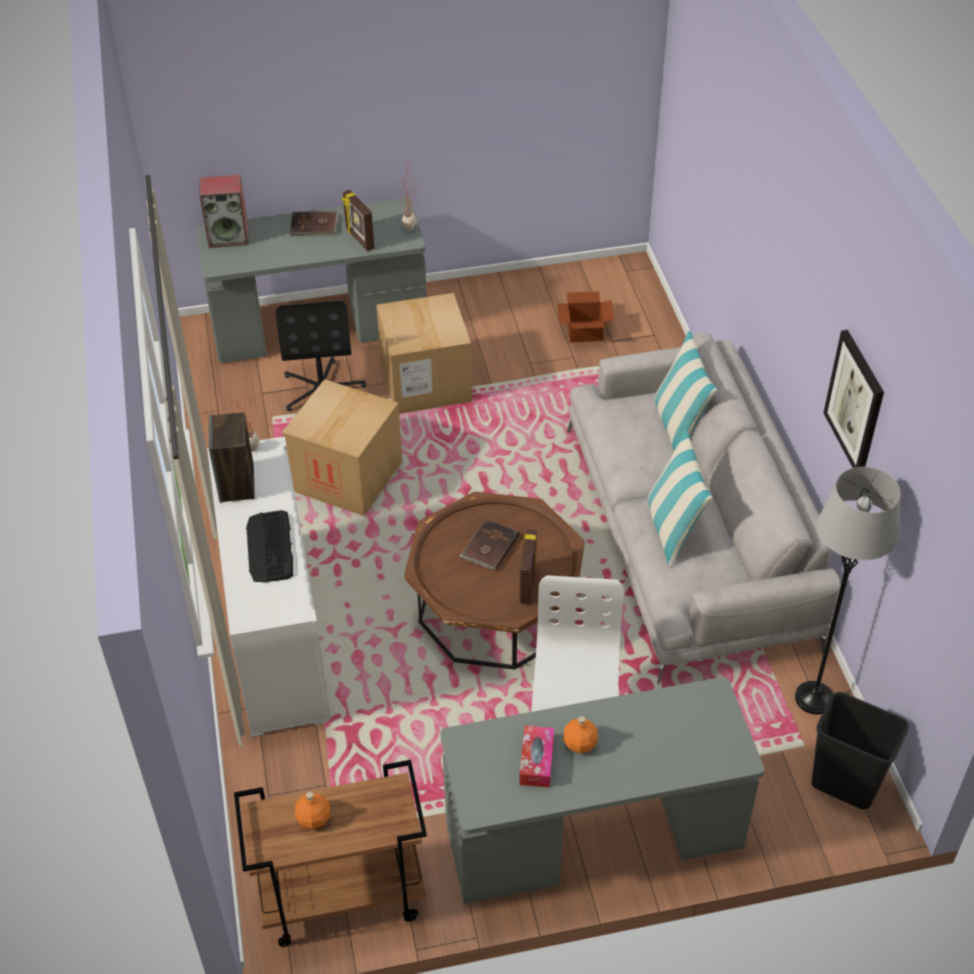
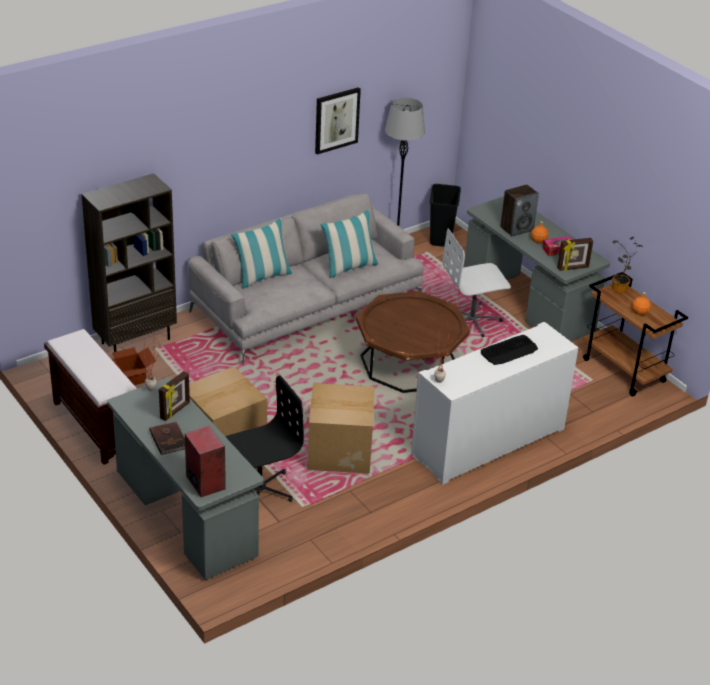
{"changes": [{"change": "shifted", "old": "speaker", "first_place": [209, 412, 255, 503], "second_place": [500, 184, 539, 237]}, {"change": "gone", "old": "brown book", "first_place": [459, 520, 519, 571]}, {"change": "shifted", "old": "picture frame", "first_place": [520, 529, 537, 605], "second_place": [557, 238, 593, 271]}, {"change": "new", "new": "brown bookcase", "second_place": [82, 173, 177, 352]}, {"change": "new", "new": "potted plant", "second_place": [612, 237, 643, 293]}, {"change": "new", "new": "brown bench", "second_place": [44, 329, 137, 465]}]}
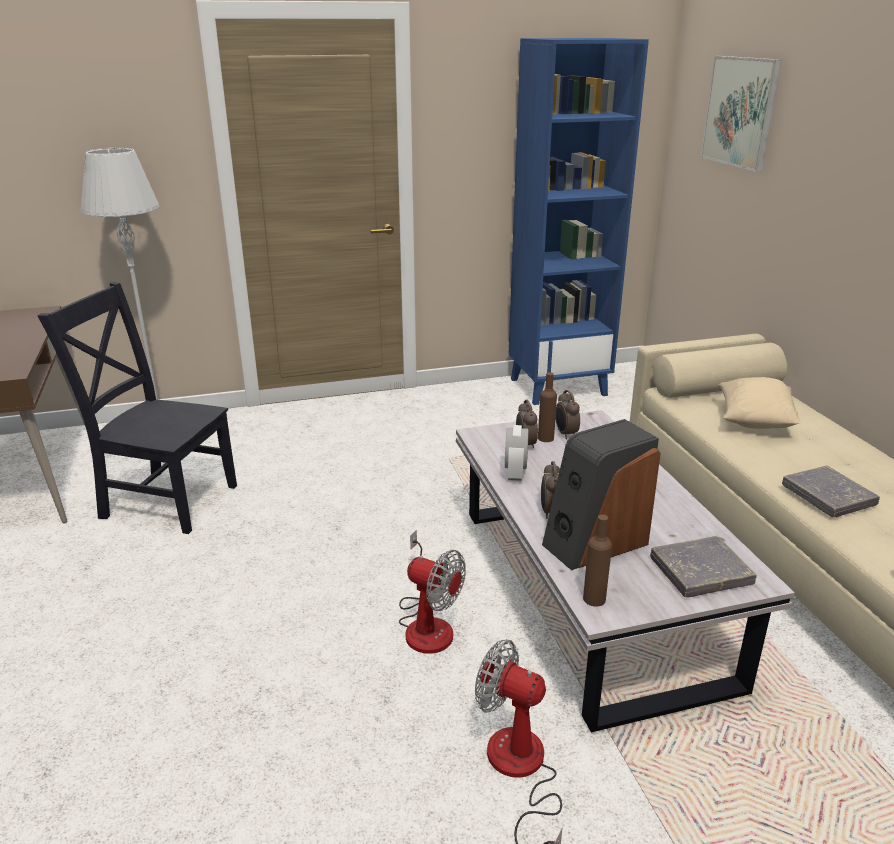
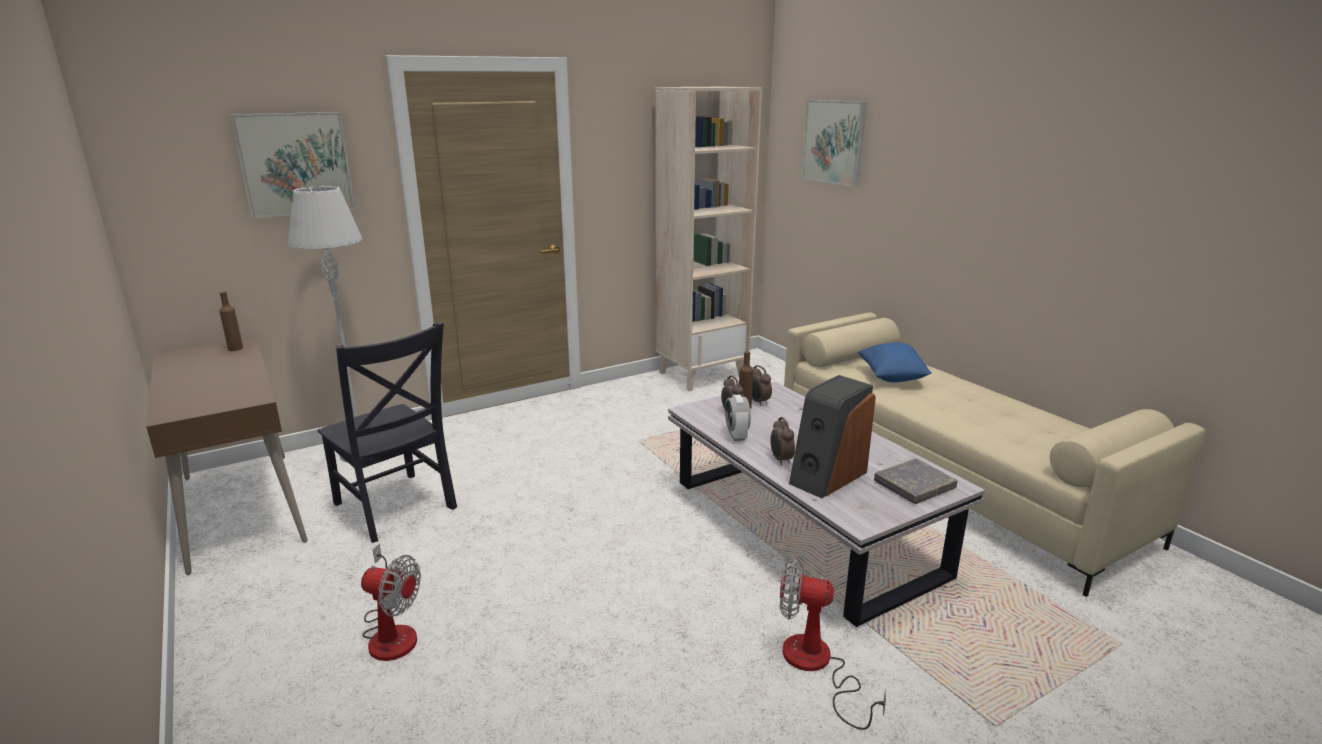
{"changes": [{"change": "repainted", "old": "blue bookcase", "new": "beige bookcase", "first_place": [508, 38, 649, 405], "second_place": [655, 87, 762, 391]}, {"change": "rotated", "old": "black chair", "first_place": [38, 282, 237, 534], "second_place": [318, 322, 457, 543], "degrees": -135}, {"change": "repainted", "old": "beige pillow", "new": "blue pillow", "first_place": [718, 377, 801, 429], "second_place": [857, 342, 932, 382]}, {"change": "gone", "old": "grey book", "first_place": [782, 466, 880, 518]}, {"change": "shifted", "old": "brown bottle", "first_place": [583, 515, 612, 607], "second_place": [219, 291, 243, 351]}, {"change": "shifted", "old": "fan", "first_place": [399, 530, 466, 654], "second_place": [361, 544, 421, 661]}, {"change": "new", "new": "picture", "second_place": [230, 112, 355, 219]}]}
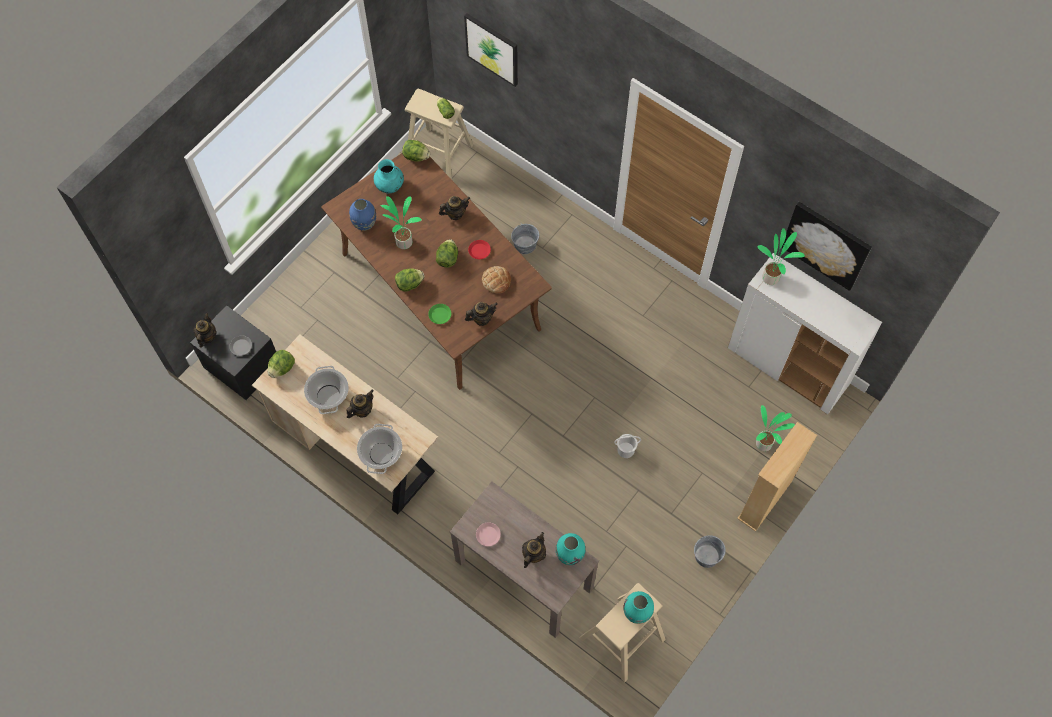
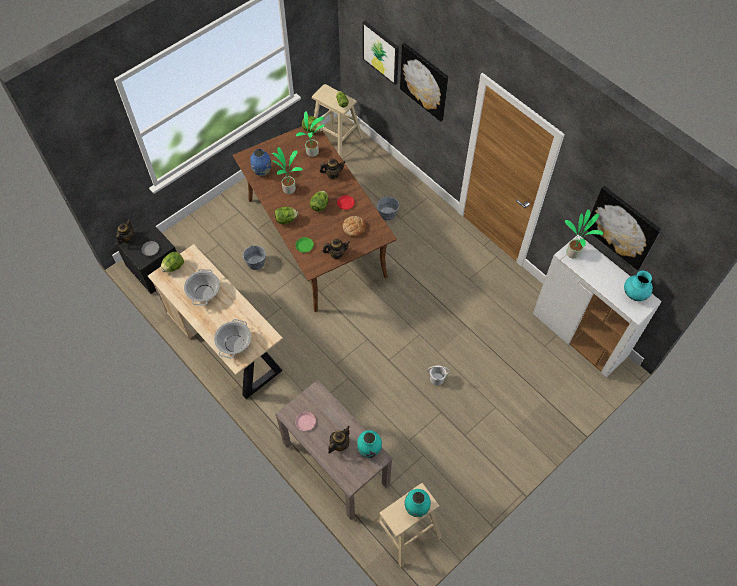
{"changes": [{"change": "shifted", "old": "turquoise vase", "first_place": [374, 159, 404, 193], "second_place": [624, 271, 653, 301]}, {"change": "gone", "old": "teapot", "first_place": [346, 390, 374, 418]}, {"change": "shifted", "old": "potted plant", "first_place": [756, 405, 795, 451], "second_place": [296, 111, 325, 157]}, {"change": "gone", "old": "beige bookcase", "first_place": [737, 422, 817, 532]}, {"change": "shifted", "old": "grey bucket", "first_place": [694, 535, 726, 568], "second_place": [243, 245, 266, 270]}, {"change": "new", "new": "picture", "second_place": [400, 43, 448, 122]}]}
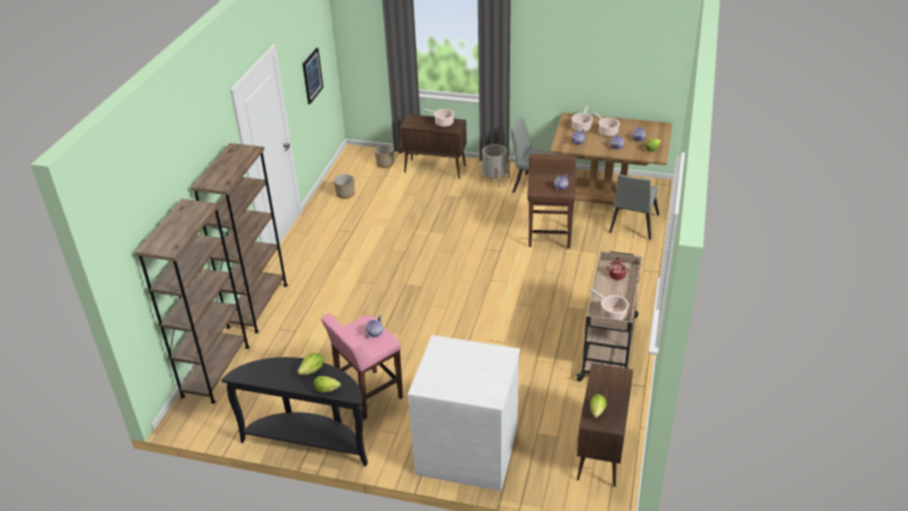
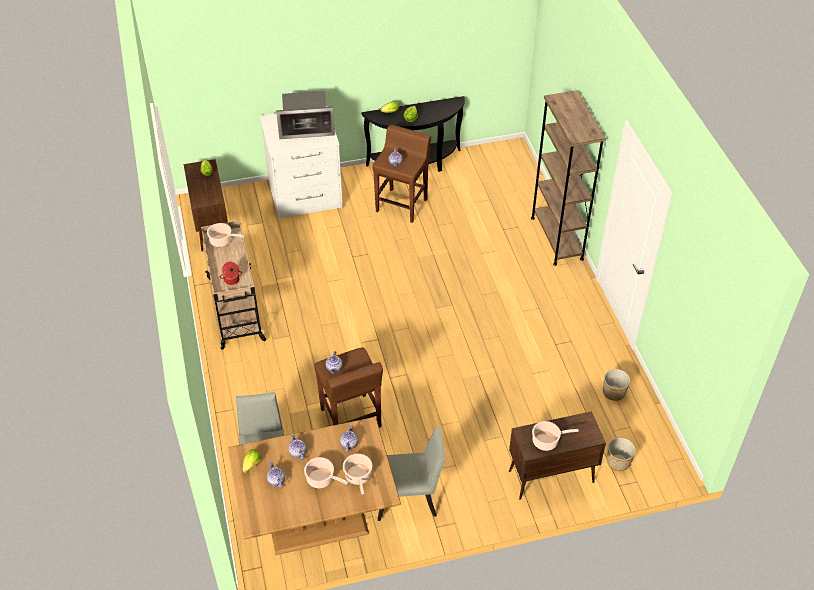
{"changes": [{"change": "gone", "old": "picture", "first_place": [303, 48, 323, 104]}, {"change": "gone", "old": "grey planter", "first_place": [479, 144, 510, 188]}, {"change": "gone", "old": "brown bookcase", "first_place": [135, 199, 250, 404]}, {"change": "repainted", "old": "pink stool", "new": "brown stool", "first_place": [321, 313, 403, 420], "second_place": [373, 125, 431, 223]}, {"change": "new", "new": "microwave", "second_place": [276, 91, 335, 139]}]}
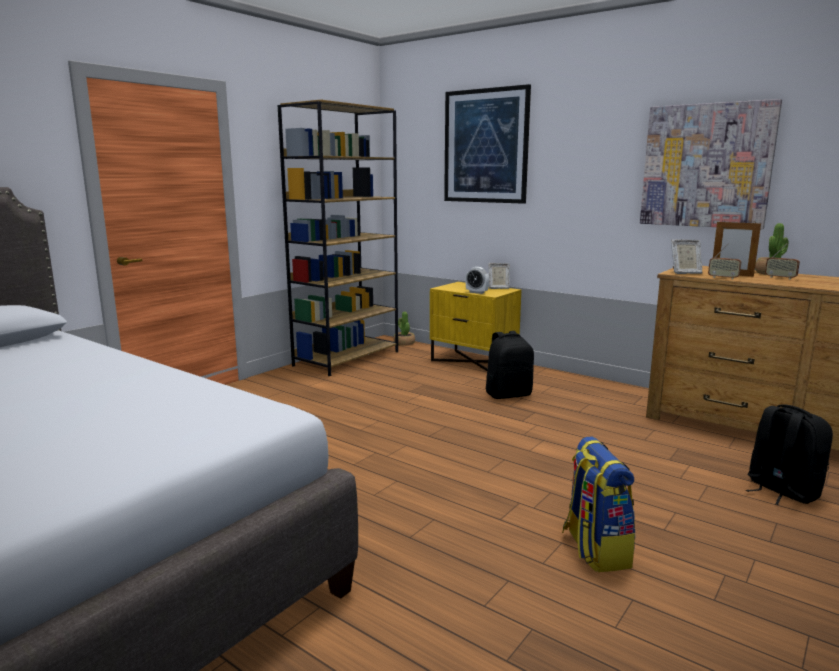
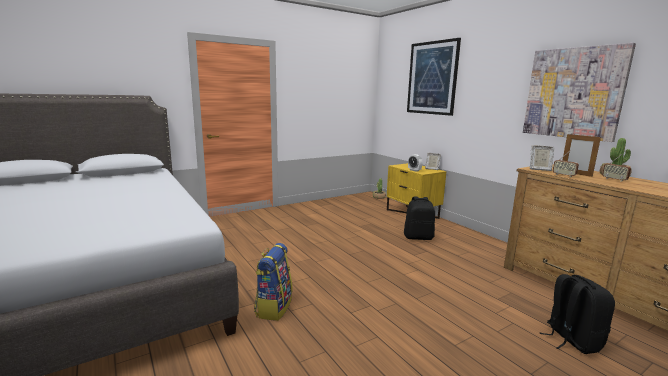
{"changes": [{"change": "gone", "old": "brown bookcase", "first_place": [277, 100, 398, 376]}, {"change": "shifted", "old": "backpack", "first_place": [562, 437, 635, 572], "second_place": [254, 243, 293, 321]}]}
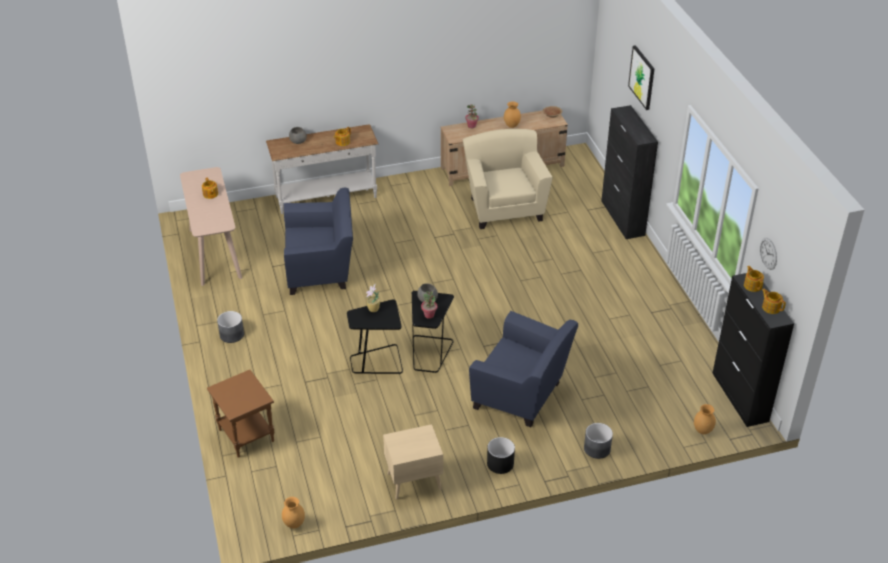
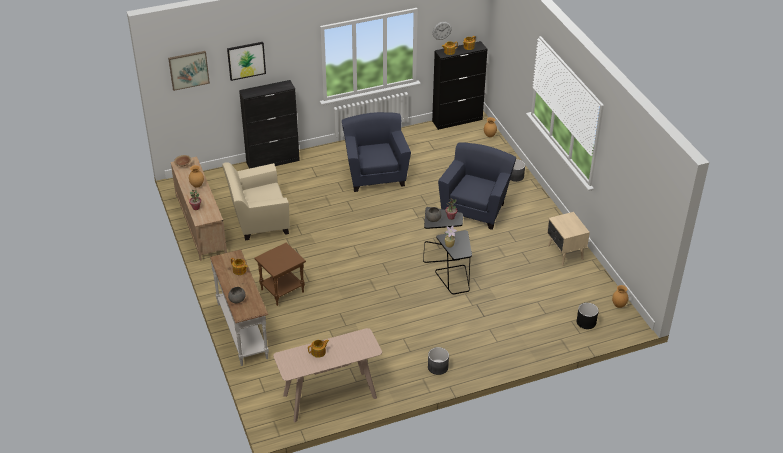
{"changes": [{"change": "shifted", "old": "blue armchair", "first_place": [283, 187, 353, 295], "second_place": [342, 112, 411, 192]}, {"change": "shifted", "old": "brown side table", "first_place": [207, 370, 275, 458], "second_place": [254, 242, 306, 306]}, {"change": "shifted", "old": "black planter", "first_place": [487, 437, 515, 474], "second_place": [577, 303, 599, 329]}, {"change": "new", "new": "picture", "second_place": [168, 51, 210, 91]}]}
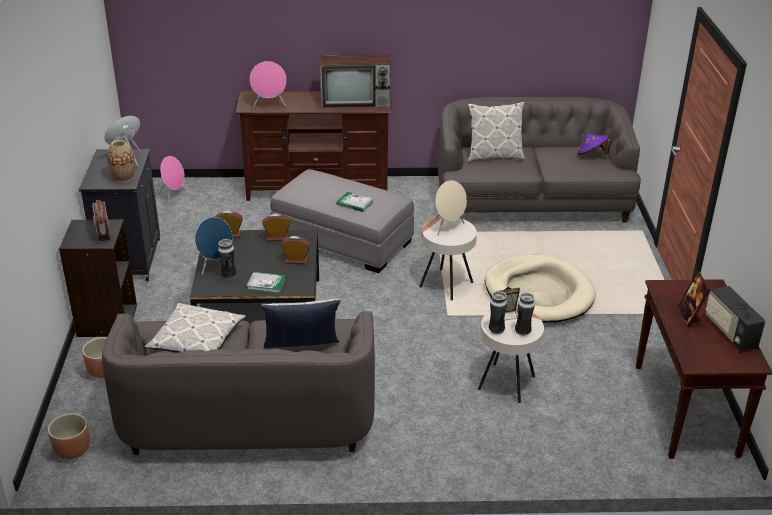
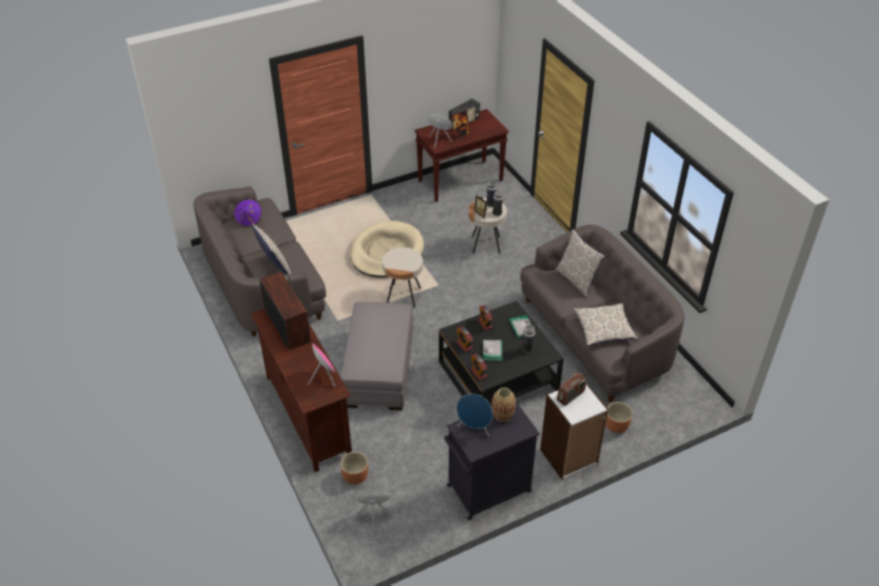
{"changes": [{"change": "gone", "old": "beige speaker", "first_place": [435, 180, 467, 235]}, {"change": "shifted", "old": "book", "first_place": [336, 192, 373, 212], "second_place": [483, 340, 503, 361]}, {"change": "shifted", "old": "blue speaker", "first_place": [195, 217, 233, 275], "second_place": [427, 114, 453, 148]}, {"change": "repainted", "old": "black bookcase", "new": "white bookcase", "first_place": [59, 219, 137, 337], "second_place": [540, 382, 608, 480]}, {"change": "shifted", "old": "brown planter", "first_place": [48, 413, 90, 459], "second_place": [340, 452, 368, 485]}]}
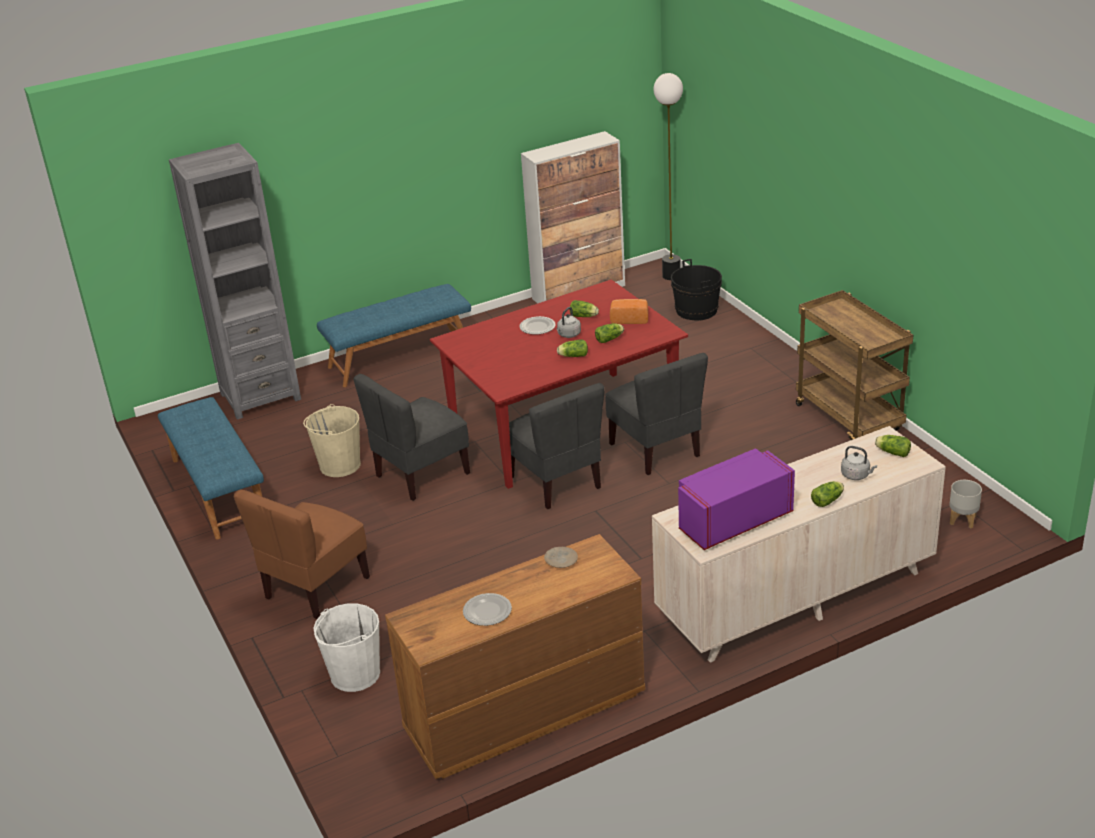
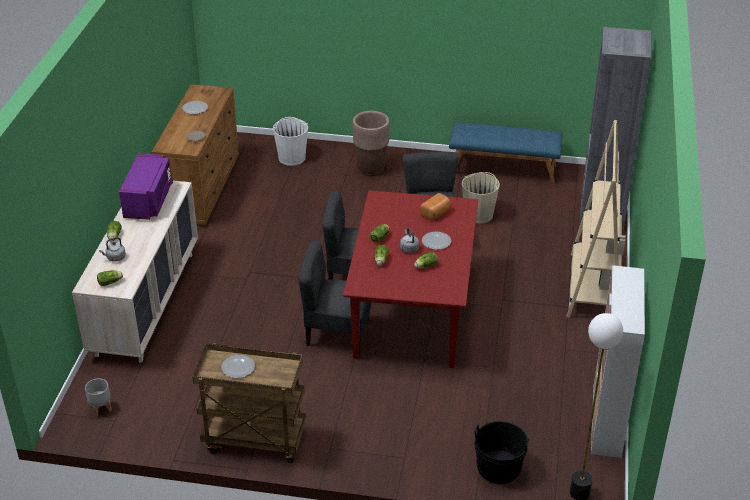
{"changes": [{"change": "swapped", "old": "blue bench", "new": "beige bookcase", "first_place": [317, 284, 471, 387], "second_place": [566, 120, 626, 318]}, {"change": "shifted", "old": "bread", "first_place": [610, 299, 648, 324], "second_place": [420, 193, 450, 220]}, {"change": "swapped", "old": "brown chair", "new": "brown planter", "first_place": [234, 489, 370, 619], "second_place": [352, 111, 390, 176]}, {"change": "new", "new": "plate", "second_place": [222, 355, 255, 378]}]}
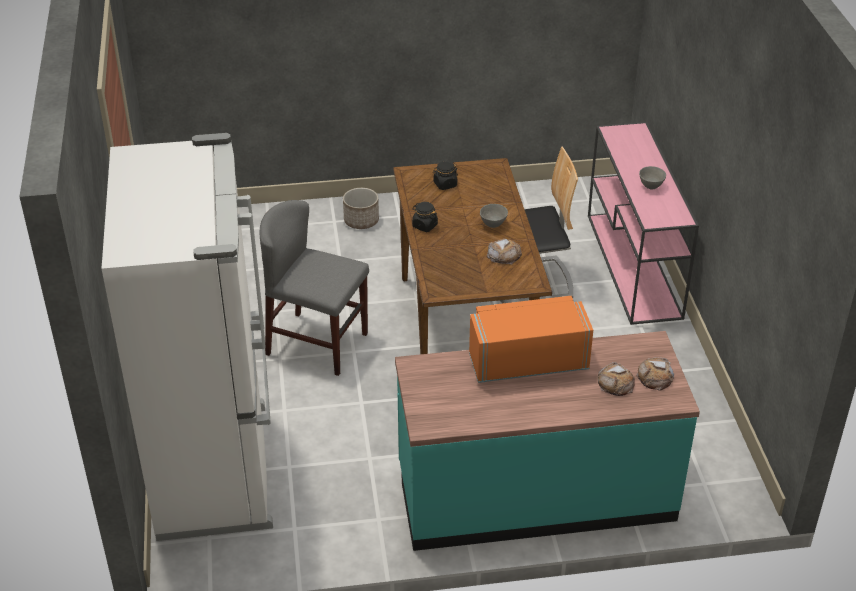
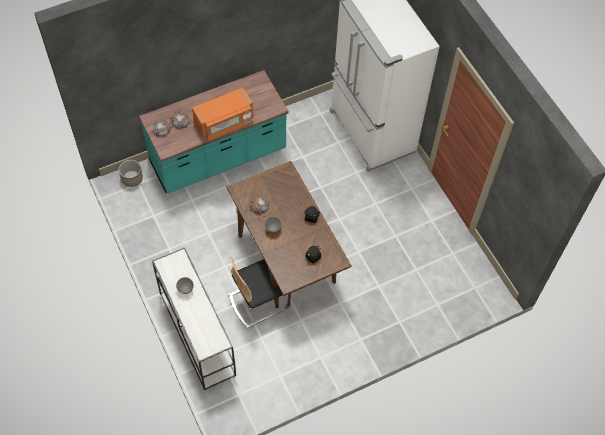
{"changes": [{"change": "repainted", "old": "pink console table", "new": "white console table", "first_place": [588, 122, 699, 325], "second_place": [152, 247, 236, 390]}, {"change": "shifted", "old": "planter", "first_place": [343, 188, 379, 229], "second_place": [119, 160, 143, 187]}, {"change": "gone", "old": "grey chair", "first_place": [260, 200, 369, 376]}]}
